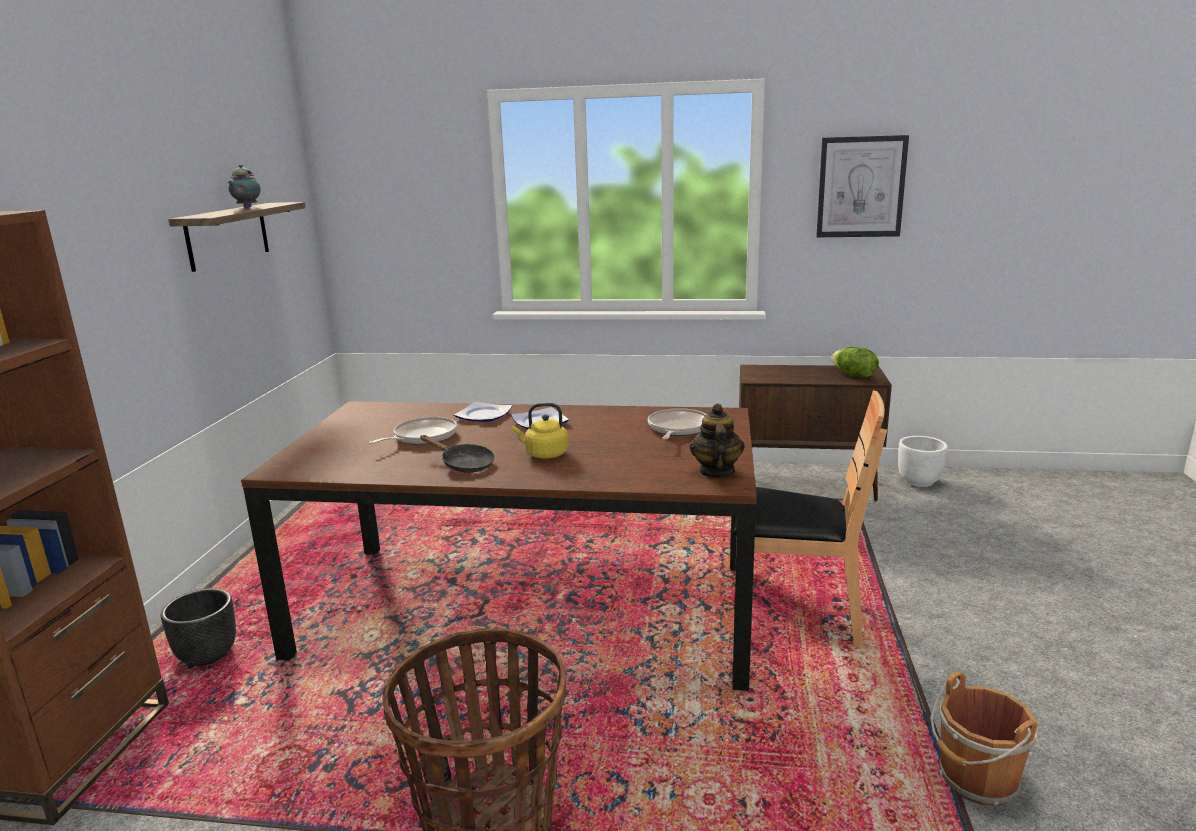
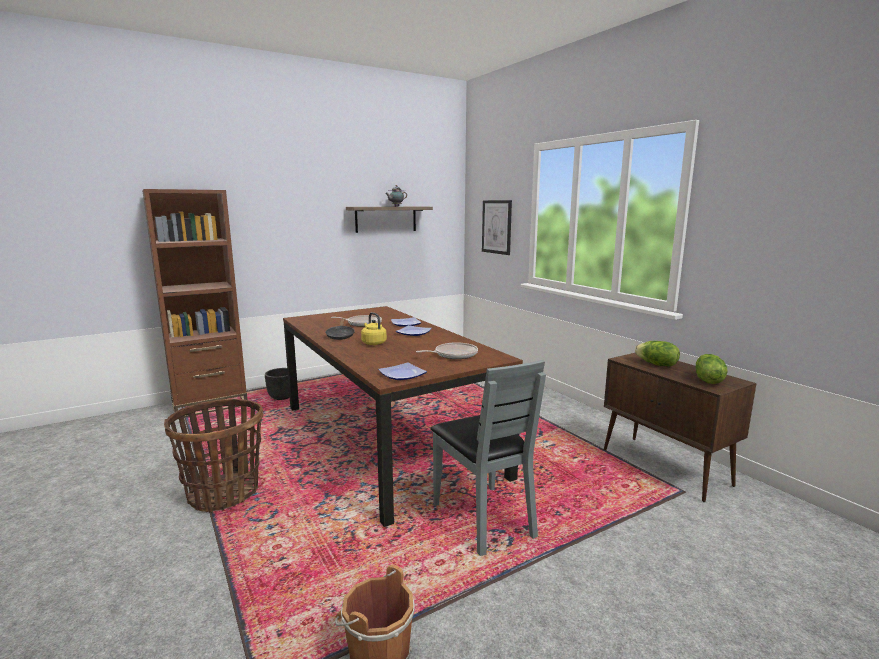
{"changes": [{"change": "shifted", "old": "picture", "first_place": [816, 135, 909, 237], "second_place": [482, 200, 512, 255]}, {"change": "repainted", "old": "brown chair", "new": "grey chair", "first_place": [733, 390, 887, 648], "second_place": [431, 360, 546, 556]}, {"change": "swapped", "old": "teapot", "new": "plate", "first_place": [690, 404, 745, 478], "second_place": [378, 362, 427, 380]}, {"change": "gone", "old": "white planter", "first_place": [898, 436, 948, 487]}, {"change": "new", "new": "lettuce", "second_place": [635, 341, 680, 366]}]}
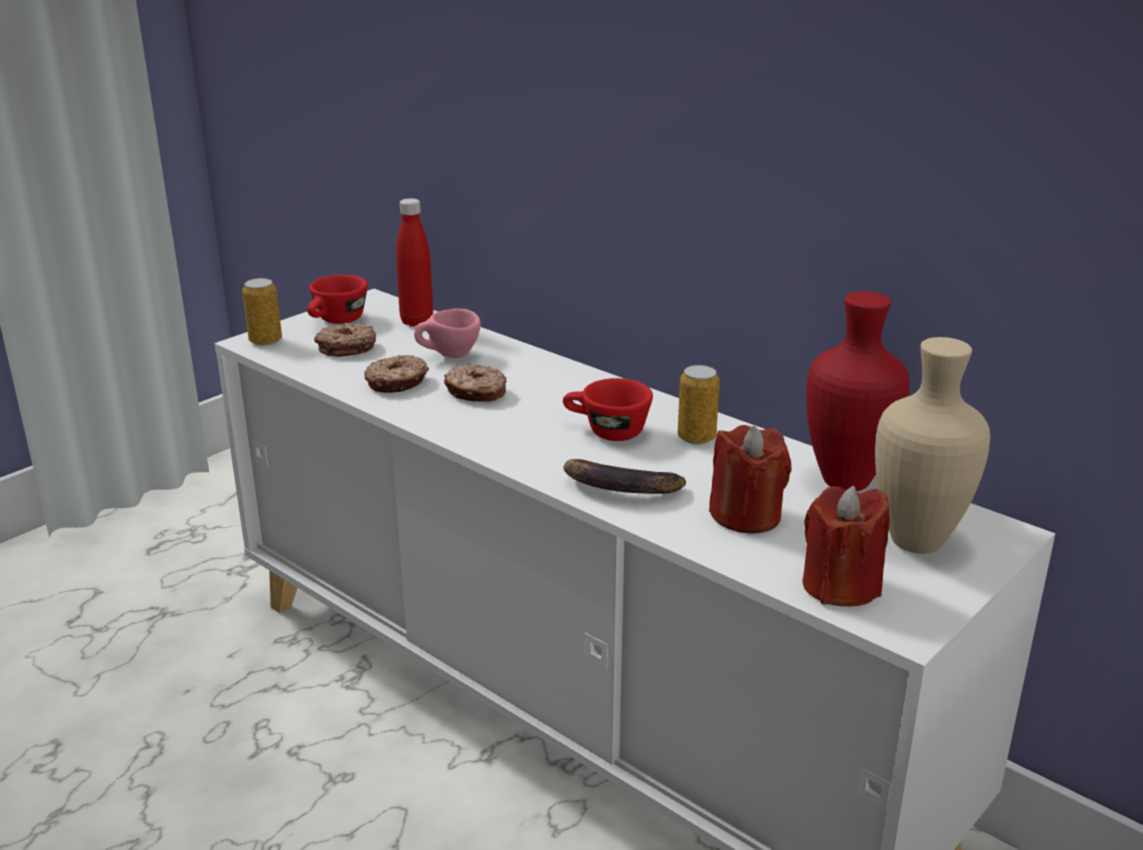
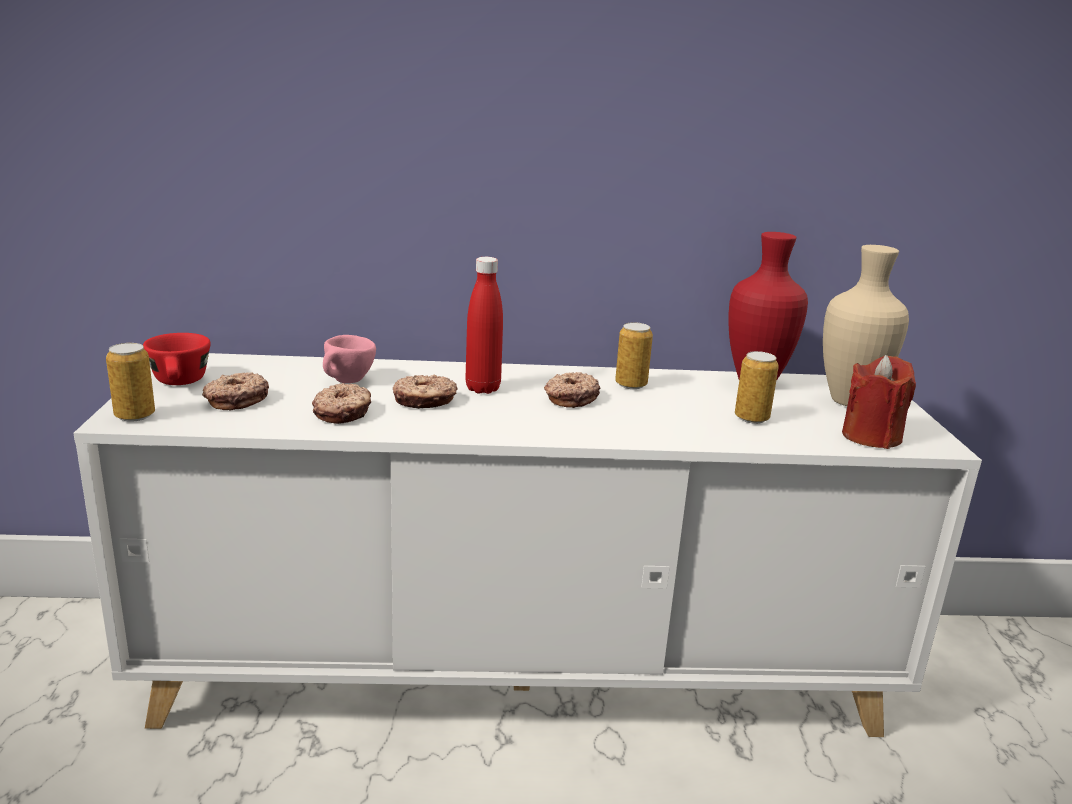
{"changes": [{"change": "shifted", "old": "red bottle", "first_place": [396, 198, 433, 327], "second_place": [465, 257, 503, 394]}, {"change": "swapped", "old": "red cup", "new": "donut", "first_place": [563, 378, 653, 441], "second_place": [544, 372, 600, 408]}, {"change": "swapped", "old": "red candle", "new": "can", "first_place": [709, 425, 791, 534], "second_place": [735, 351, 779, 424]}, {"change": "gone", "old": "banana", "first_place": [564, 459, 686, 494]}]}
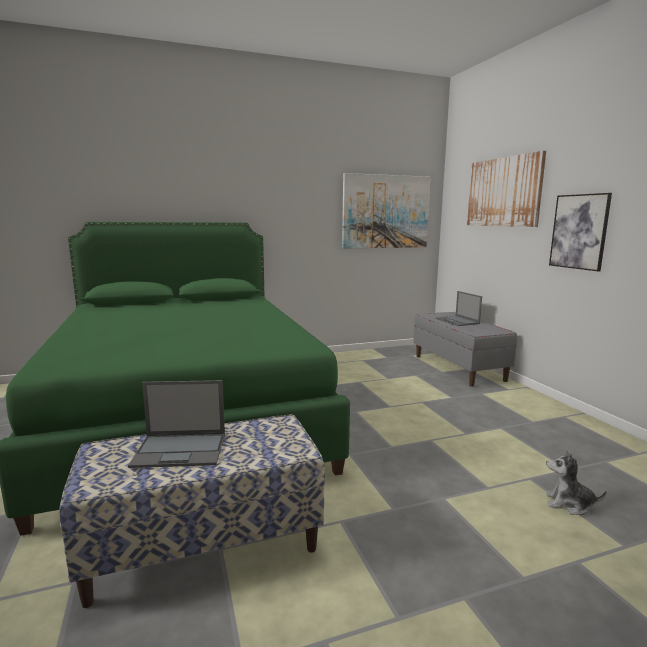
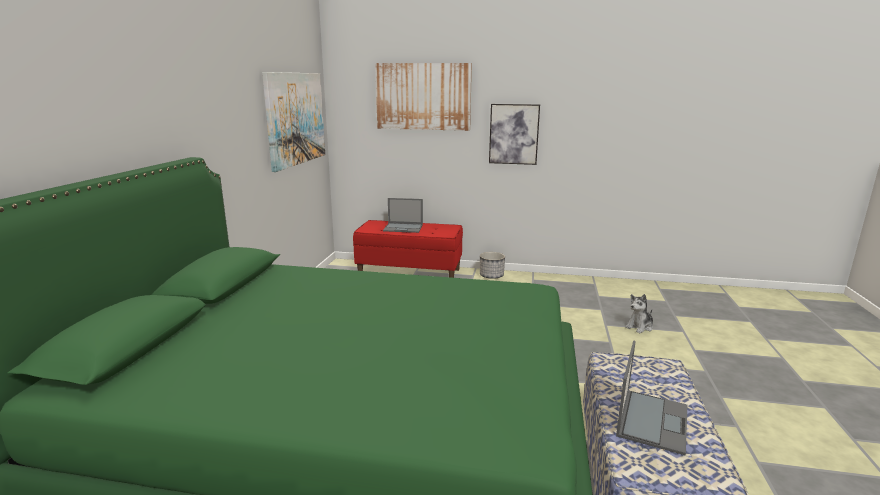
{"changes": [{"change": "repainted", "old": "grey bench", "new": "red bench", "first_place": [413, 312, 517, 387], "second_place": [353, 220, 463, 278]}, {"change": "new", "new": "planter", "second_place": [480, 252, 505, 279]}]}
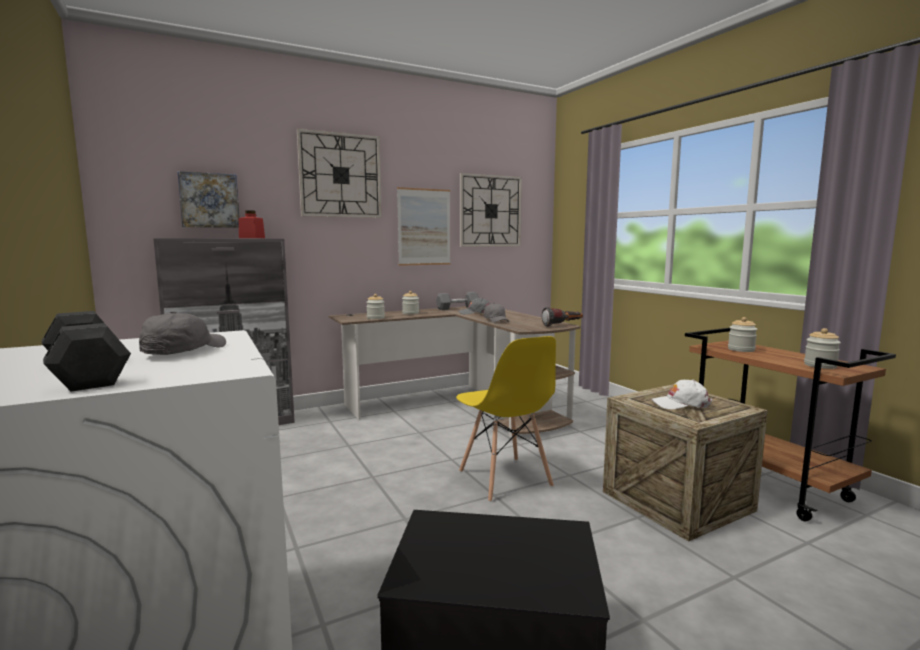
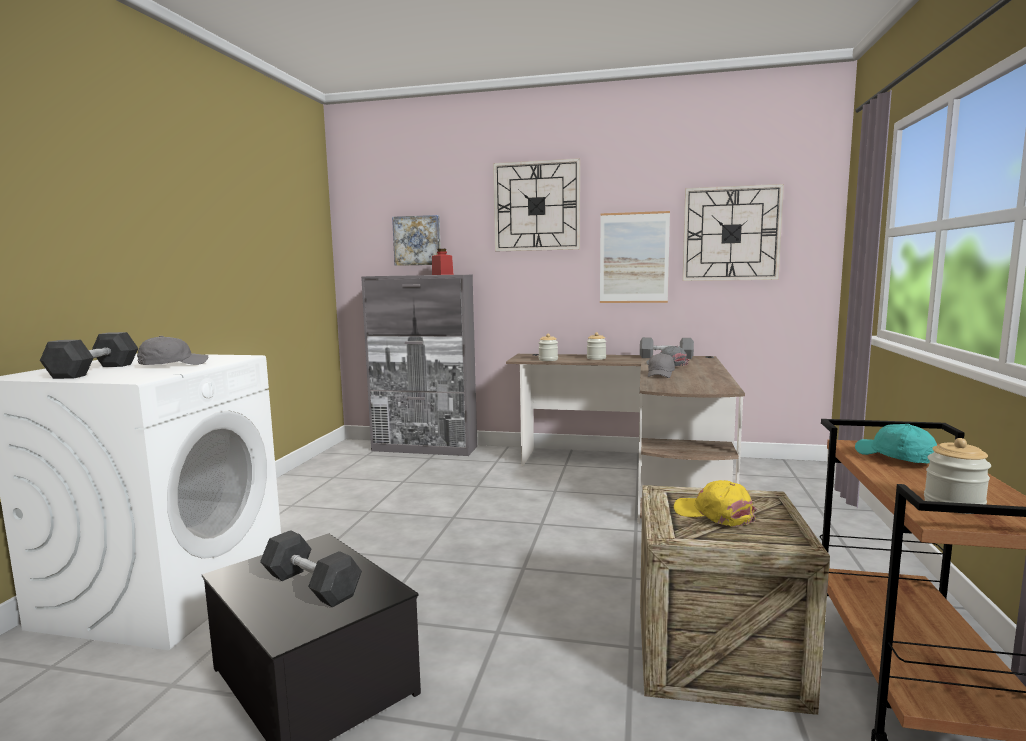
{"changes": [{"change": "gone", "old": "flashlight", "first_place": [542, 307, 583, 327]}, {"change": "swapped", "old": "jar", "new": "turquoise cap", "first_place": [728, 317, 757, 352], "second_place": [855, 424, 937, 463]}, {"change": "gone", "old": "yellow chair", "first_place": [456, 336, 556, 502]}, {"change": "repainted", "old": "white cap", "new": "yellow cap", "first_place": [651, 379, 713, 409], "second_place": [674, 480, 757, 527]}, {"change": "new", "new": "grey dumbbell", "second_place": [260, 530, 362, 607]}]}
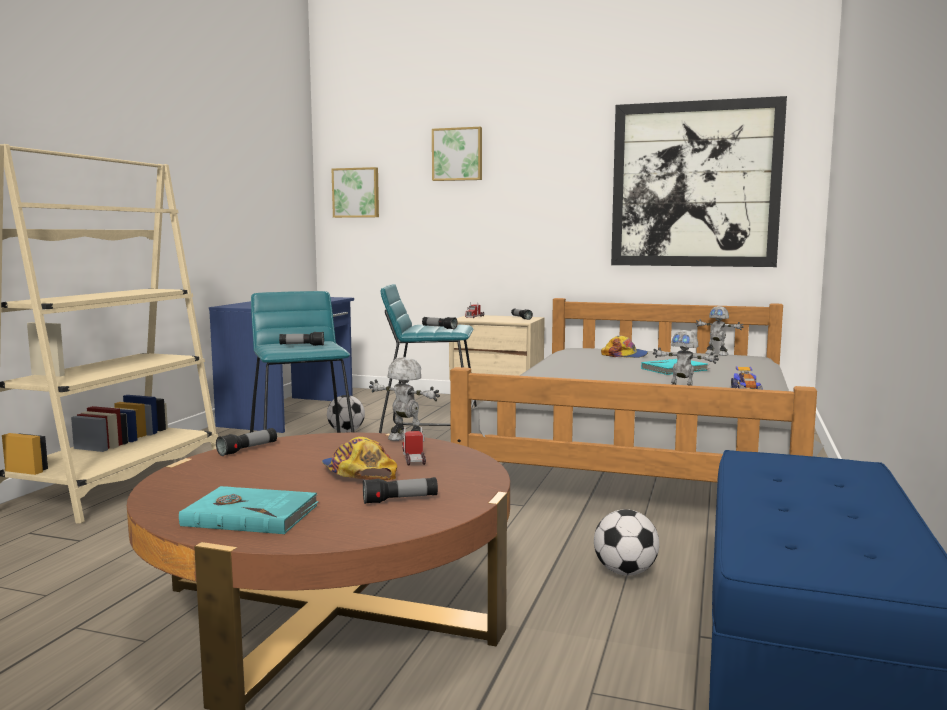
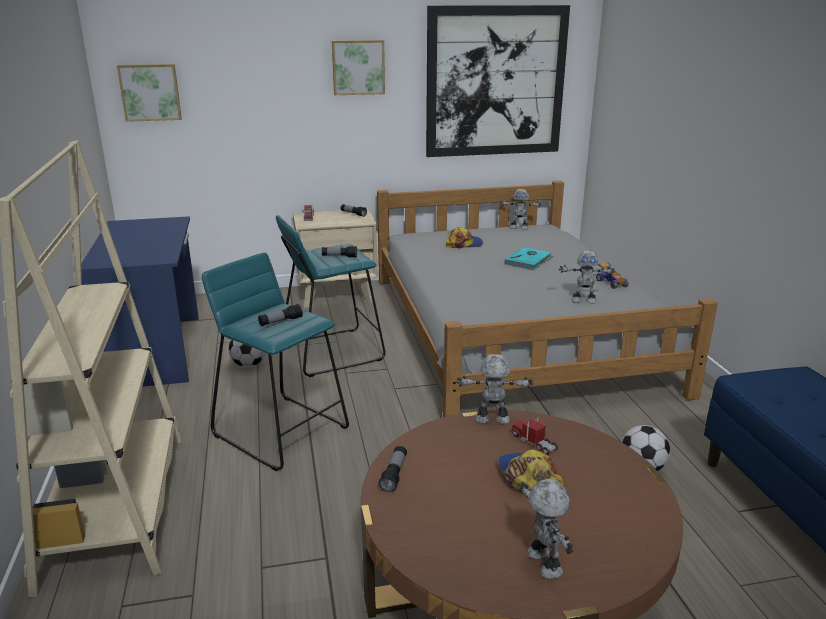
{"changes": [{"change": "shifted", "old": "picture", "first_place": [432, 127, 482, 181], "second_place": [332, 40, 385, 95]}, {"change": "rotated", "old": "cap", "first_place": [322, 437, 397, 480], "second_place": [498, 450, 564, 491], "degrees": 45}, {"change": "gone", "old": "flashlight", "first_place": [363, 477, 438, 504]}, {"change": "swapped", "old": "turquoise book", "new": "toy robot", "first_place": [179, 486, 319, 534], "second_place": [521, 479, 573, 579]}]}
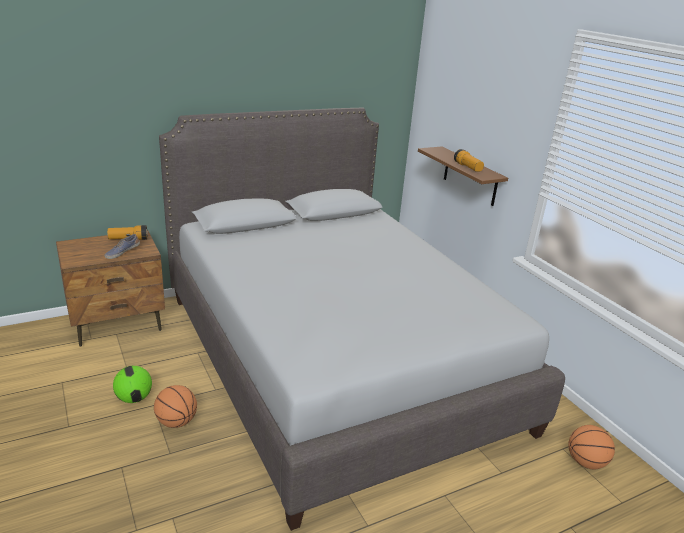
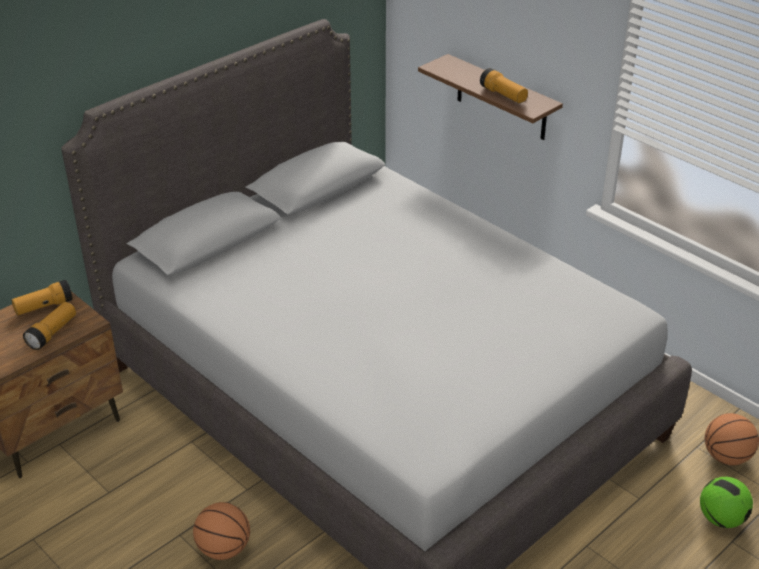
{"changes": [{"change": "swapped", "old": "shoe", "new": "flashlight", "first_place": [104, 234, 140, 259], "second_place": [23, 302, 76, 350]}, {"change": "shifted", "old": "football", "first_place": [113, 366, 152, 403], "second_place": [700, 477, 753, 528]}]}
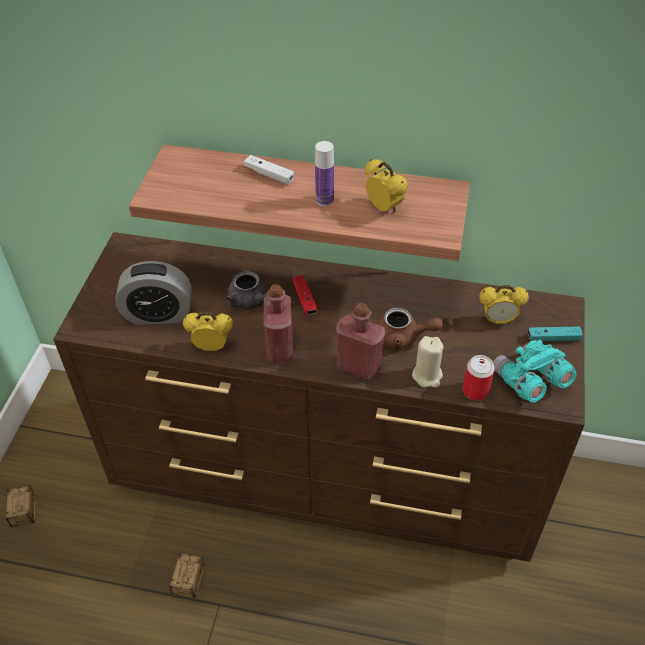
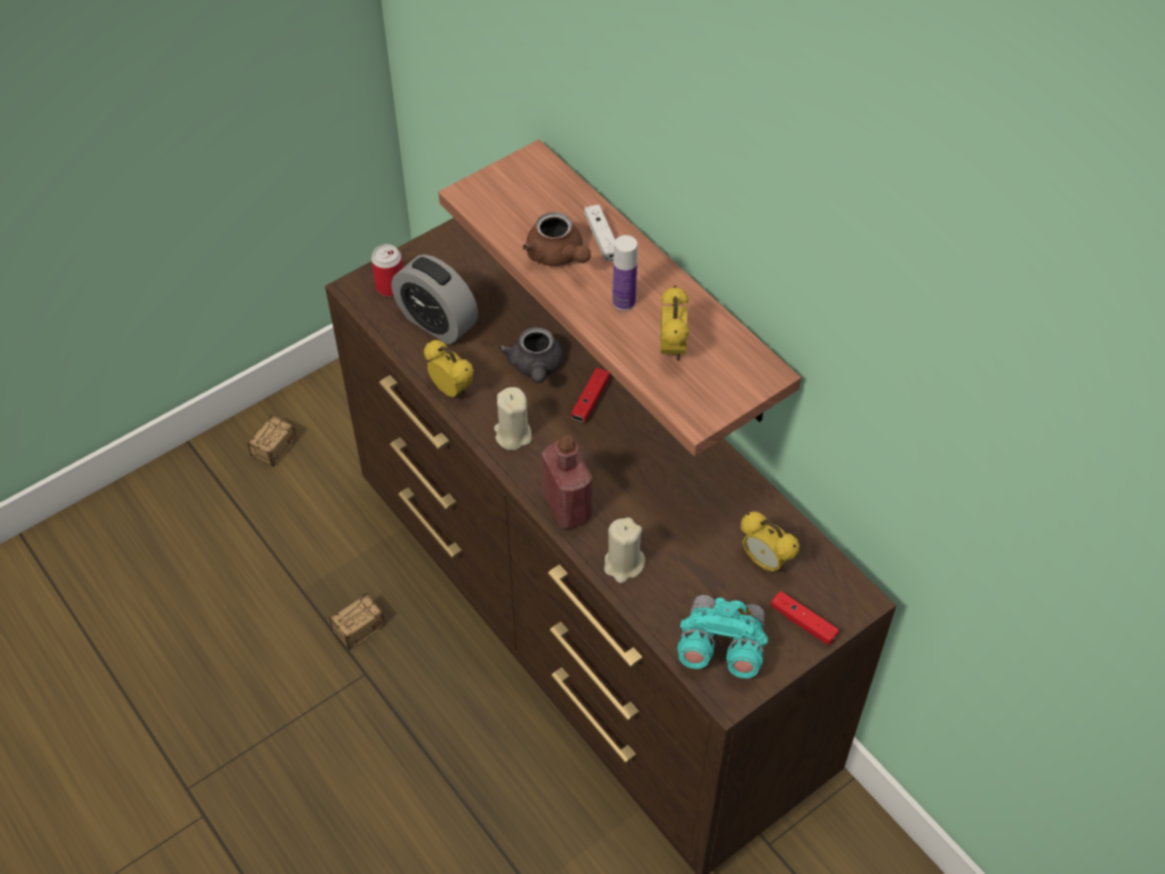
{"changes": [{"change": "swapped", "old": "red bottle", "new": "beige candle", "first_place": [264, 284, 293, 362], "second_place": [494, 387, 532, 450]}, {"change": "shifted", "old": "brown teapot", "first_place": [377, 308, 443, 349], "second_place": [523, 212, 591, 266]}, {"change": "repainted", "old": "turquoise game controller", "new": "red game controller", "first_place": [528, 326, 583, 341], "second_place": [771, 591, 839, 645]}, {"change": "shifted", "old": "can", "first_place": [463, 355, 495, 401], "second_place": [371, 244, 403, 296]}]}
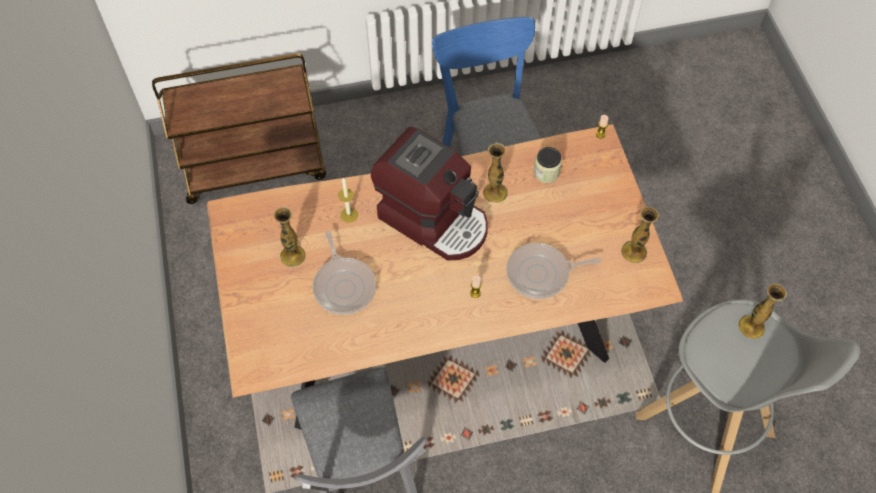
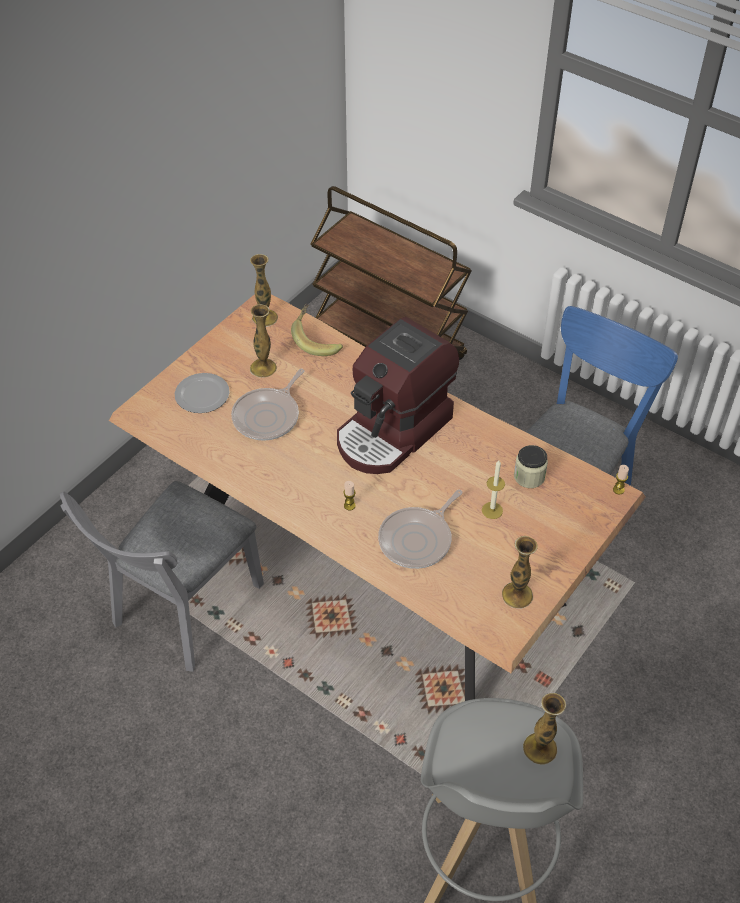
{"changes": [{"change": "rotated", "old": "coffee machine", "first_place": [371, 127, 488, 261], "second_place": [337, 317, 459, 474], "degrees": 45}, {"change": "shifted", "old": "vase", "first_place": [483, 143, 508, 203], "second_place": [250, 254, 278, 327]}, {"change": "shifted", "old": "candle", "first_place": [338, 177, 358, 223], "second_place": [482, 460, 505, 519]}, {"change": "rotated", "old": "frying pan", "first_place": [506, 243, 601, 299], "second_place": [378, 490, 462, 569], "degrees": -90}, {"change": "new", "new": "banana", "second_place": [291, 303, 343, 356]}, {"change": "new", "new": "plate", "second_place": [175, 373, 230, 413]}]}
